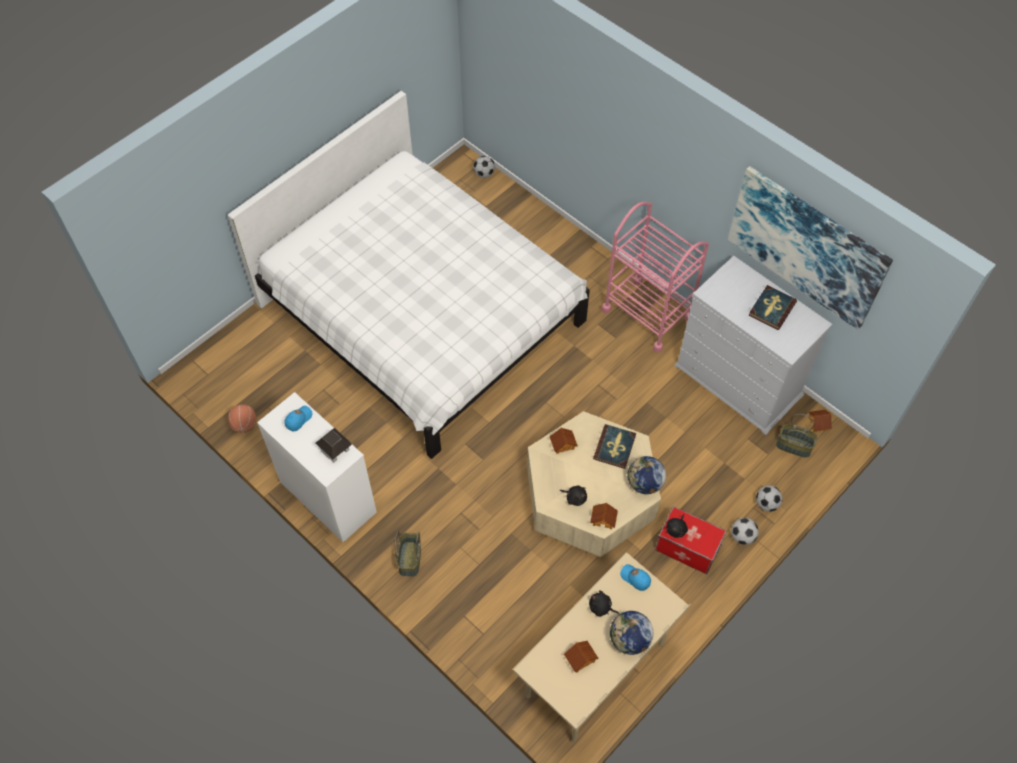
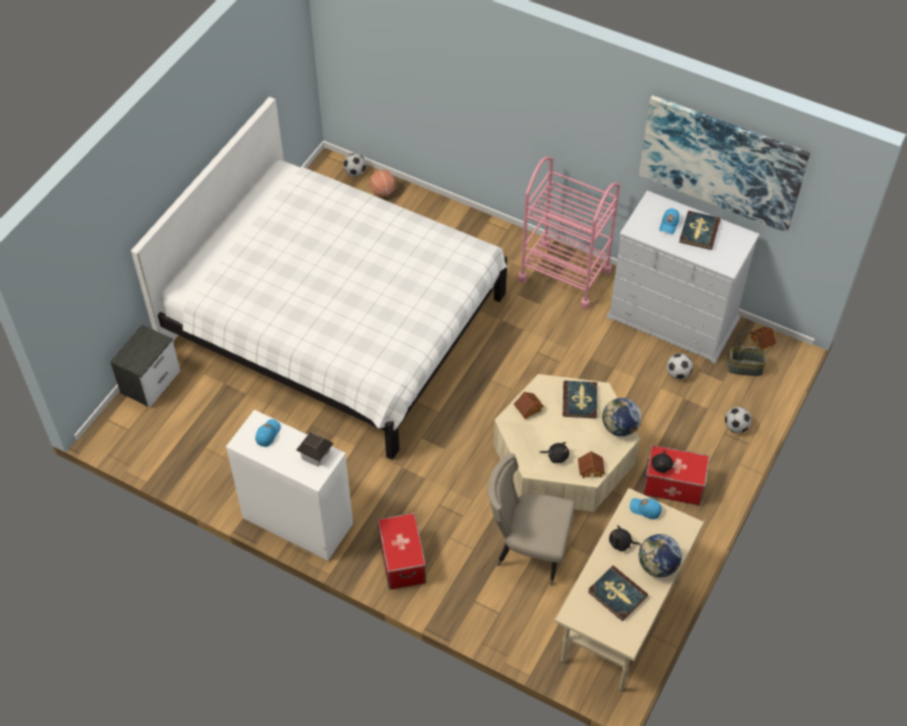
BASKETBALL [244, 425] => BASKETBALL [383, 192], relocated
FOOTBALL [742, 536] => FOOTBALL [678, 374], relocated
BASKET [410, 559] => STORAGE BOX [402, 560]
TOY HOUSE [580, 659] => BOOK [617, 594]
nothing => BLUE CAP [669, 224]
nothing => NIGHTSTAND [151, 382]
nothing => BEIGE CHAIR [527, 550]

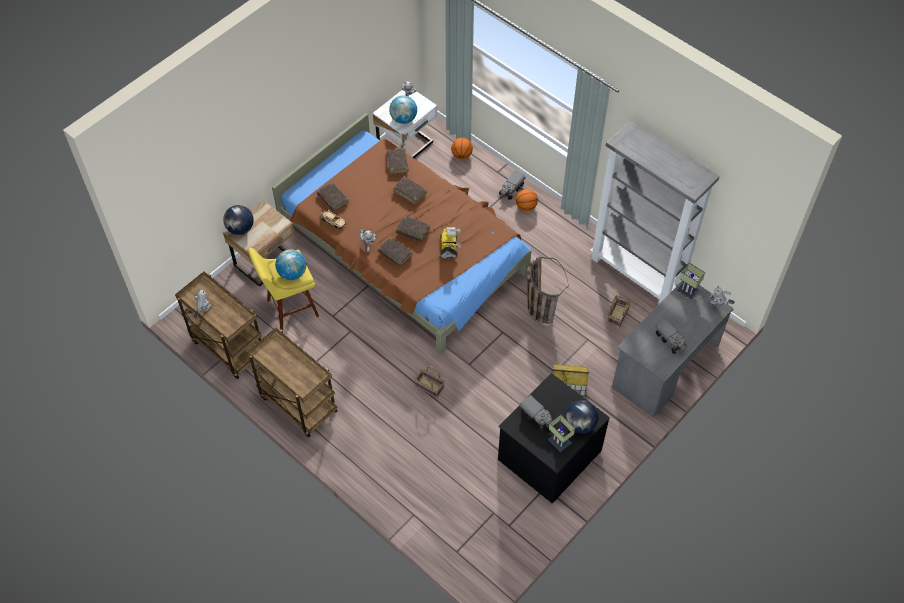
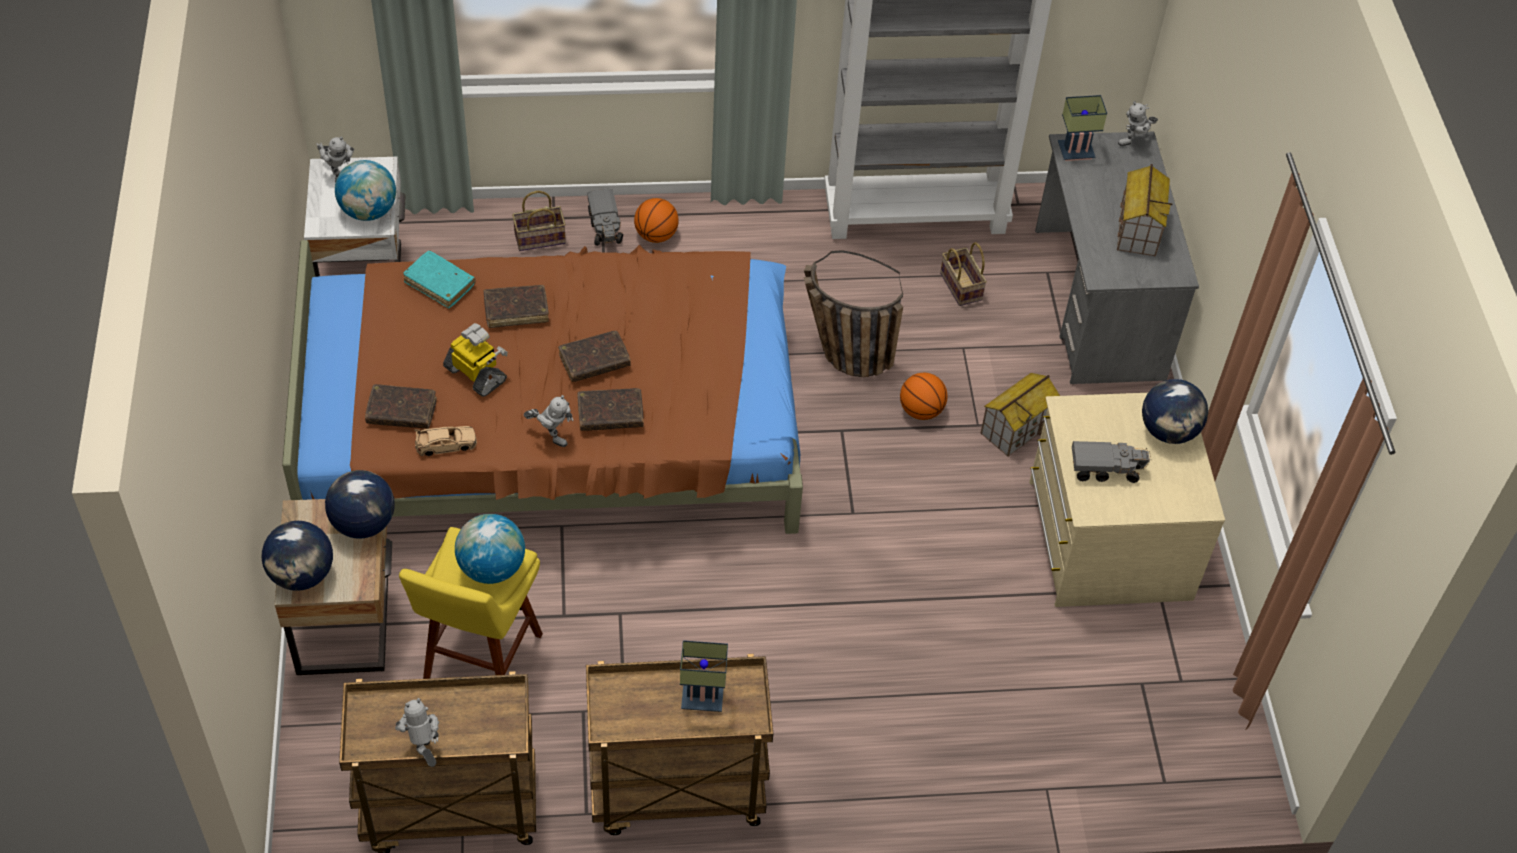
BASKETBALL [461, 155] => BASKETBALL [921, 411], relocated
BROWN BOOK [397, 163] => TURQUOISE BOOK [439, 284]
TOY ROBOT [449, 248] => TOY ROBOT [476, 374], relocated
TOY TRUCK [670, 340] => TOY HOUSE [1137, 229]
BASKET [428, 387] => BASKET [539, 239], relocated
BLACK DRESSER [548, 453] => BEIGE DRESSER [1106, 540]
TABLE LAMP [560, 442] => TABLE LAMP [704, 696], relocated
nothing => GLOBE [363, 523]

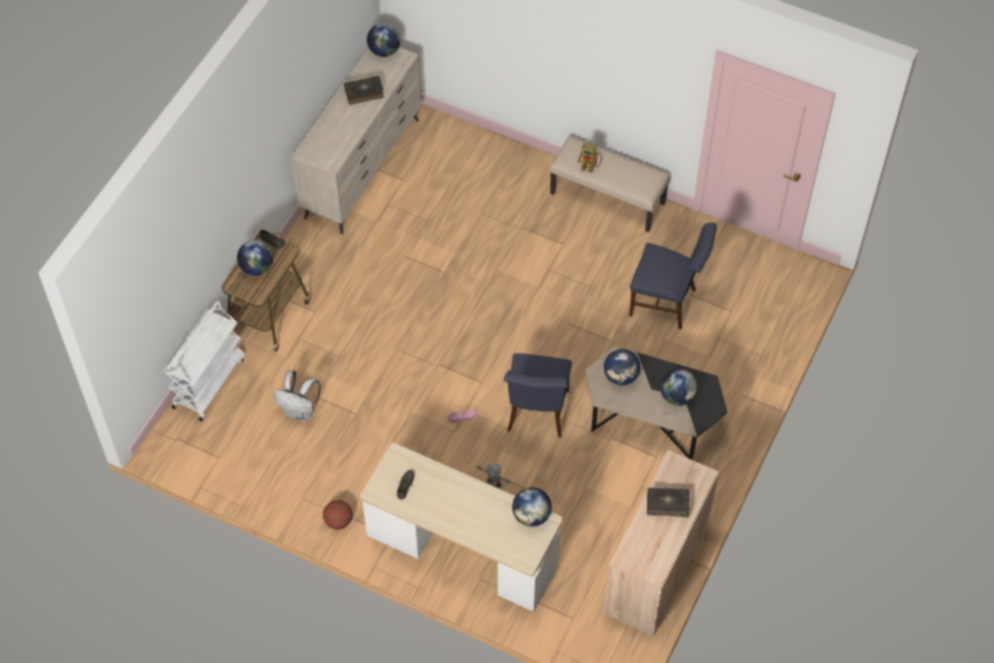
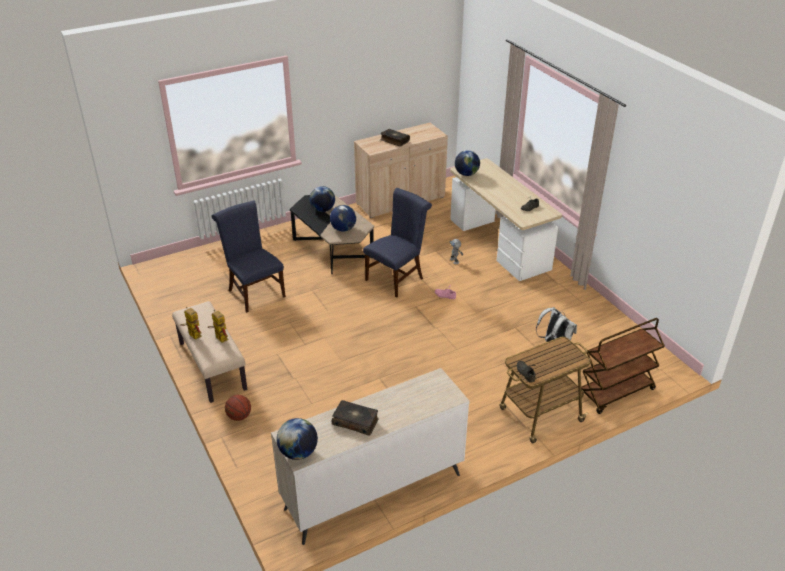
GLOBE [257, 268] => nothing
WHITE CART [209, 382] => BROWN CART [616, 393]
BASKETBALL [338, 521] => BASKETBALL [239, 416], relocated
nothing => TOY ROBOT [192, 334]

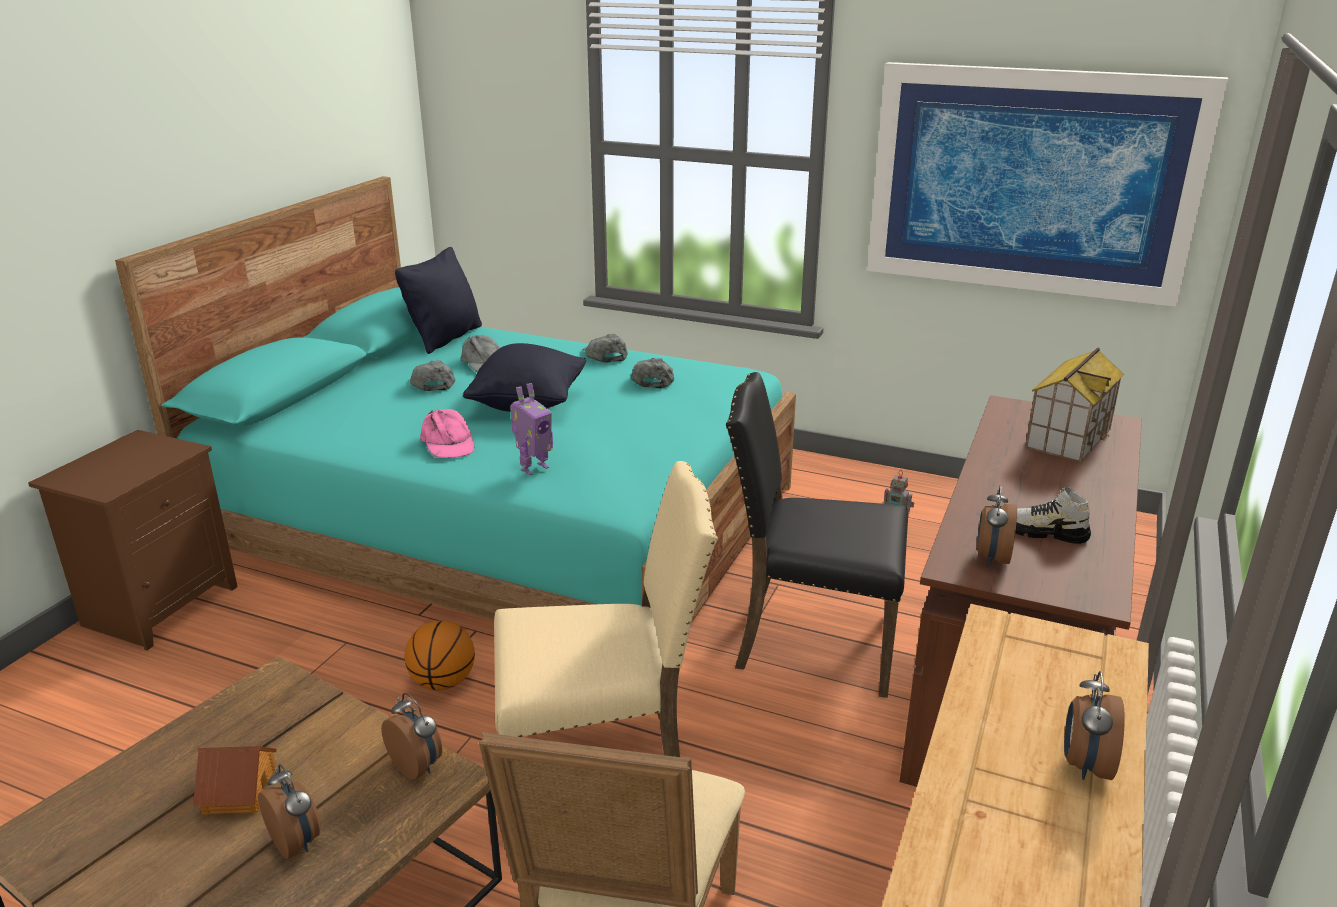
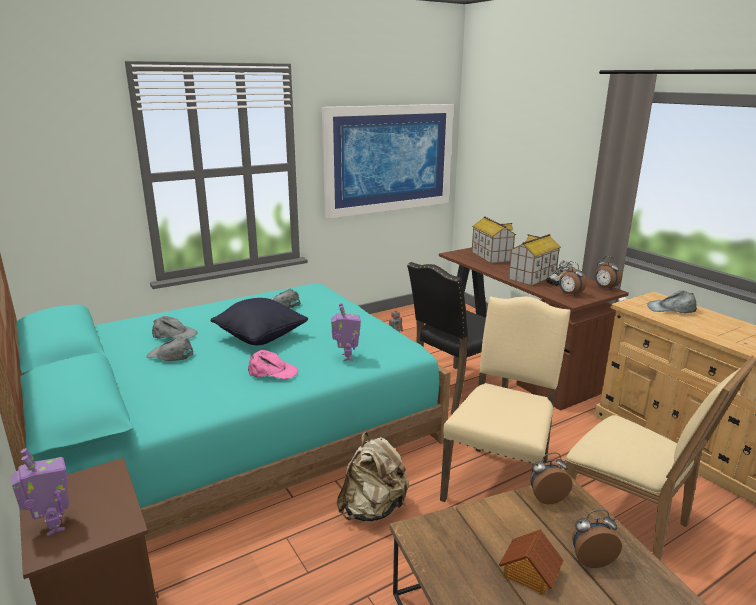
BLACK PILLOW [445, 338] => nothing
GREY CAP [604, 354] => GREY CAP [671, 309], relocated
BASKETBALL [443, 682] => BEIGE BACKPACK [373, 509]
ALARM CLOCK [1084, 765] => ALARM CLOCK [605, 288], relocated
nothing => TOY HOUSE [532, 277]
nothing => TOY ROBOT [52, 526]

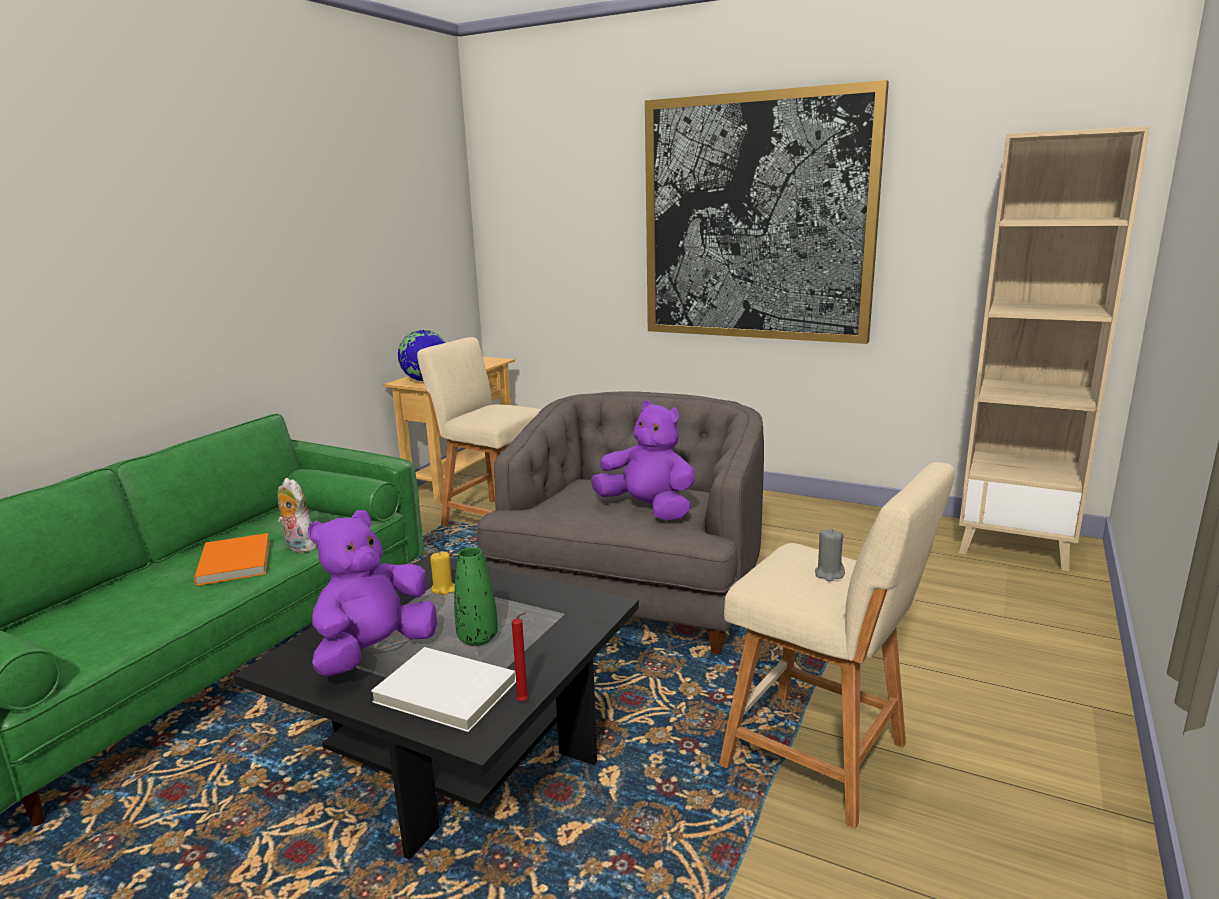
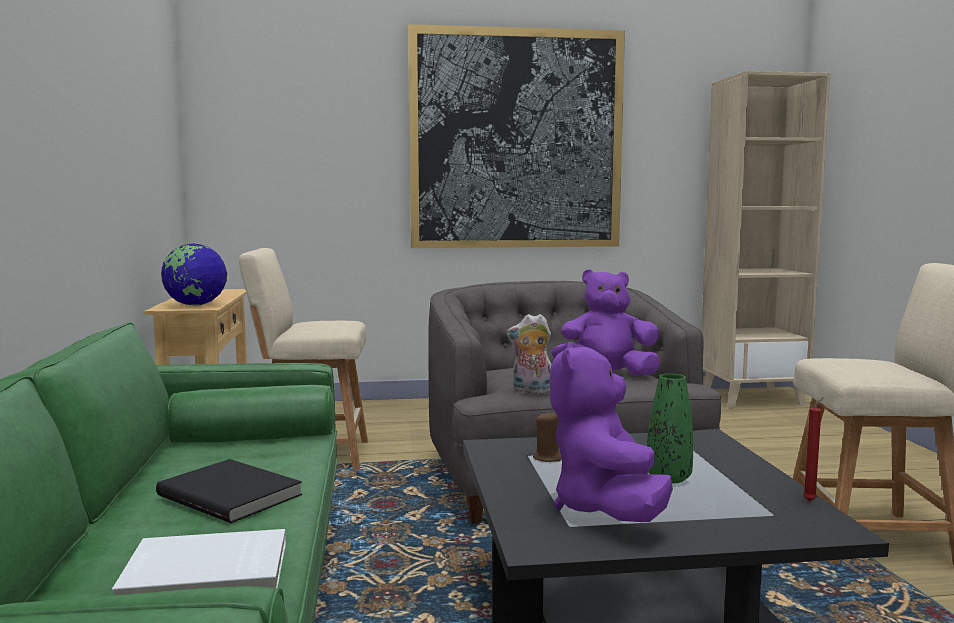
PLUSH TOY [298, 547] => PLUSH TOY [531, 391], relocated
GREY CANDLE [829, 574] => nothing
ORANGE BOOK [237, 562] => BLACK BOOK [232, 494]
YELLOW CANDLE [444, 589] => BROWN CANDLE [548, 458]
WHITE BOOK [444, 693] => WHITE BOOK [206, 574], relocated

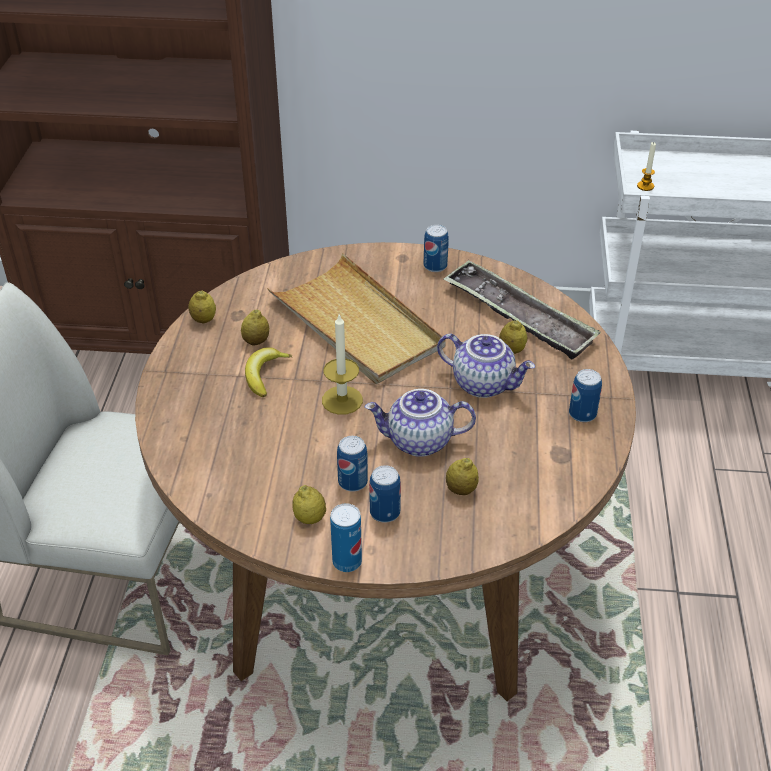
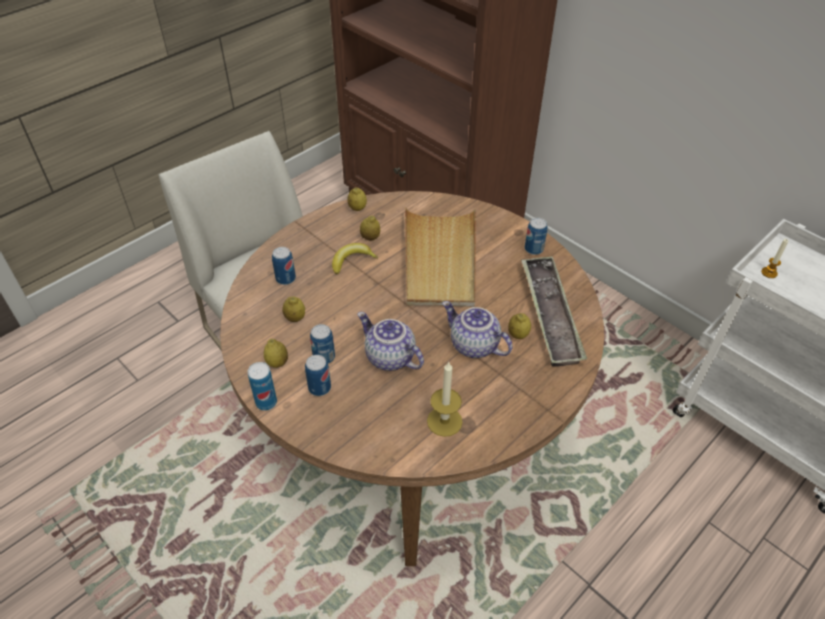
CANDLE [342, 400] => CANDLE [444, 421], relocated
TEAPOT [484, 383] => TEAPOT [473, 346], 150 degrees clockwise
CAN [582, 414] => CAN [285, 279], relocated
LEMON [461, 490] => LEMON [295, 318], relocated

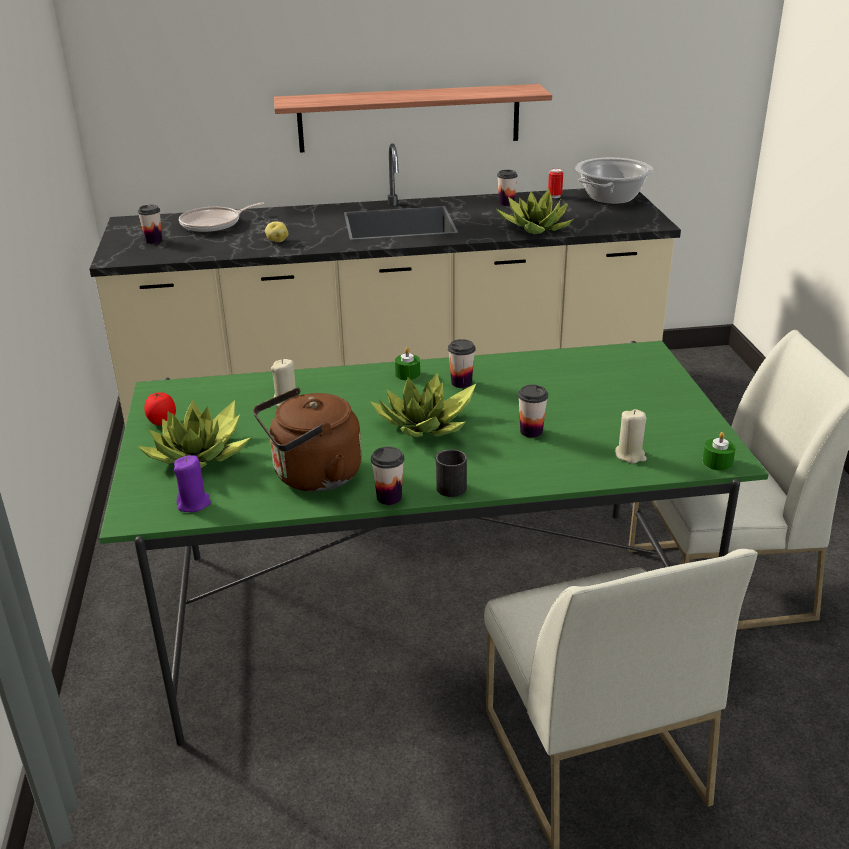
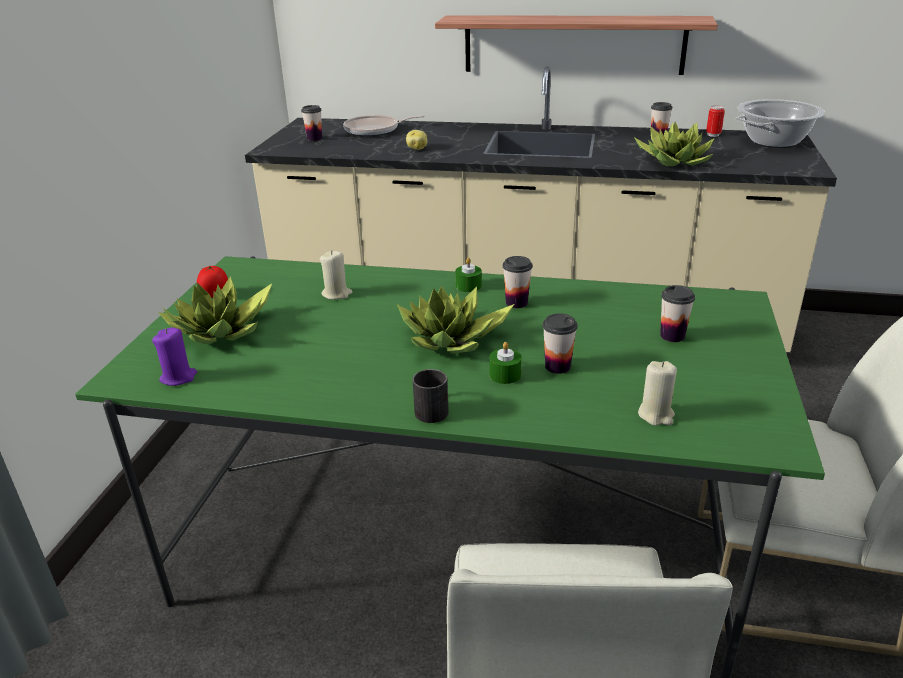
BROWN KETTLE [312, 477] => nothing
GREEN CANDLE [717, 462] => GREEN CANDLE [505, 374], relocated
CUP [389, 497] => CUP [672, 336], relocated

